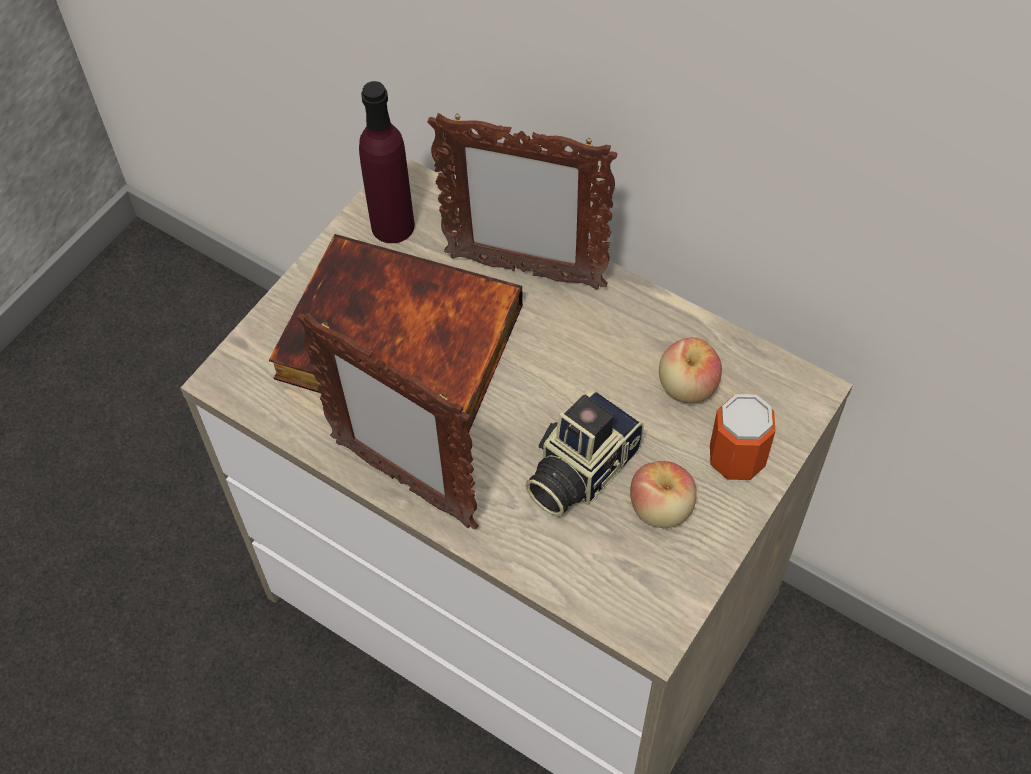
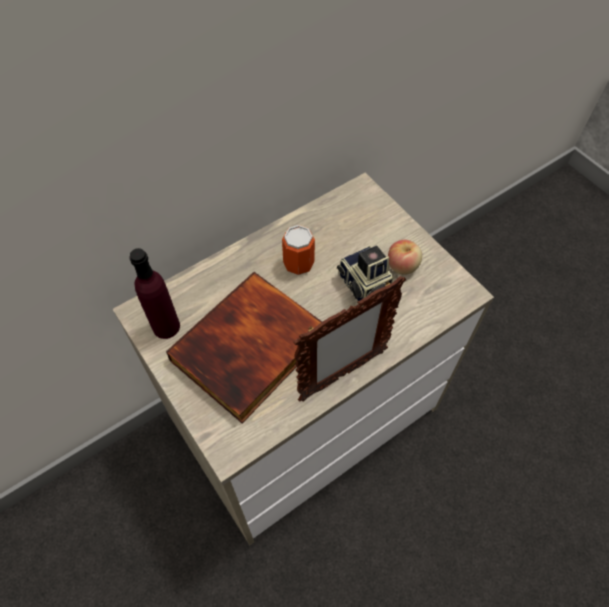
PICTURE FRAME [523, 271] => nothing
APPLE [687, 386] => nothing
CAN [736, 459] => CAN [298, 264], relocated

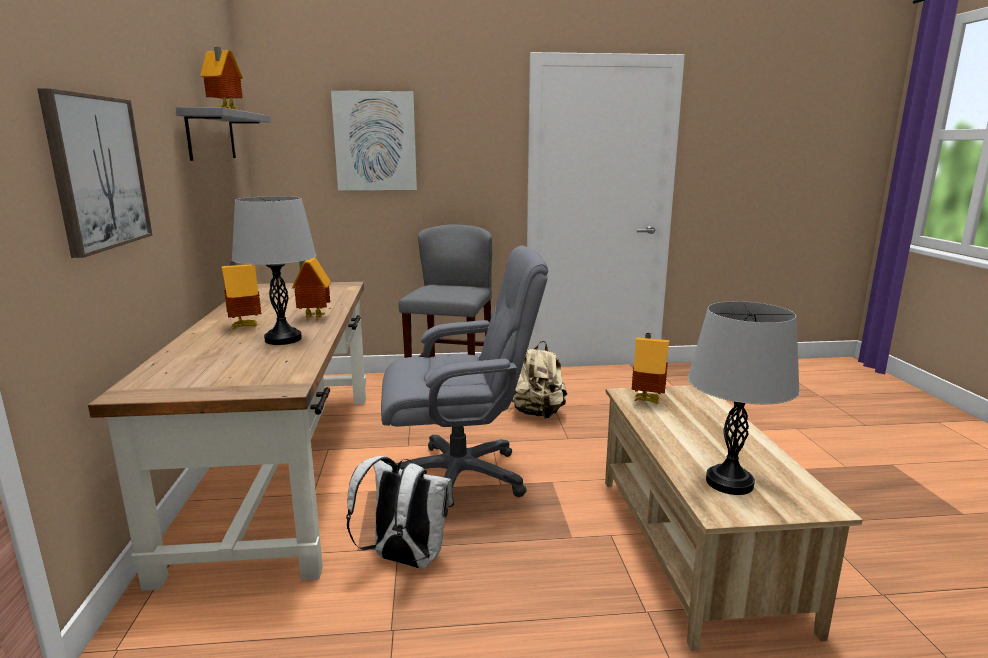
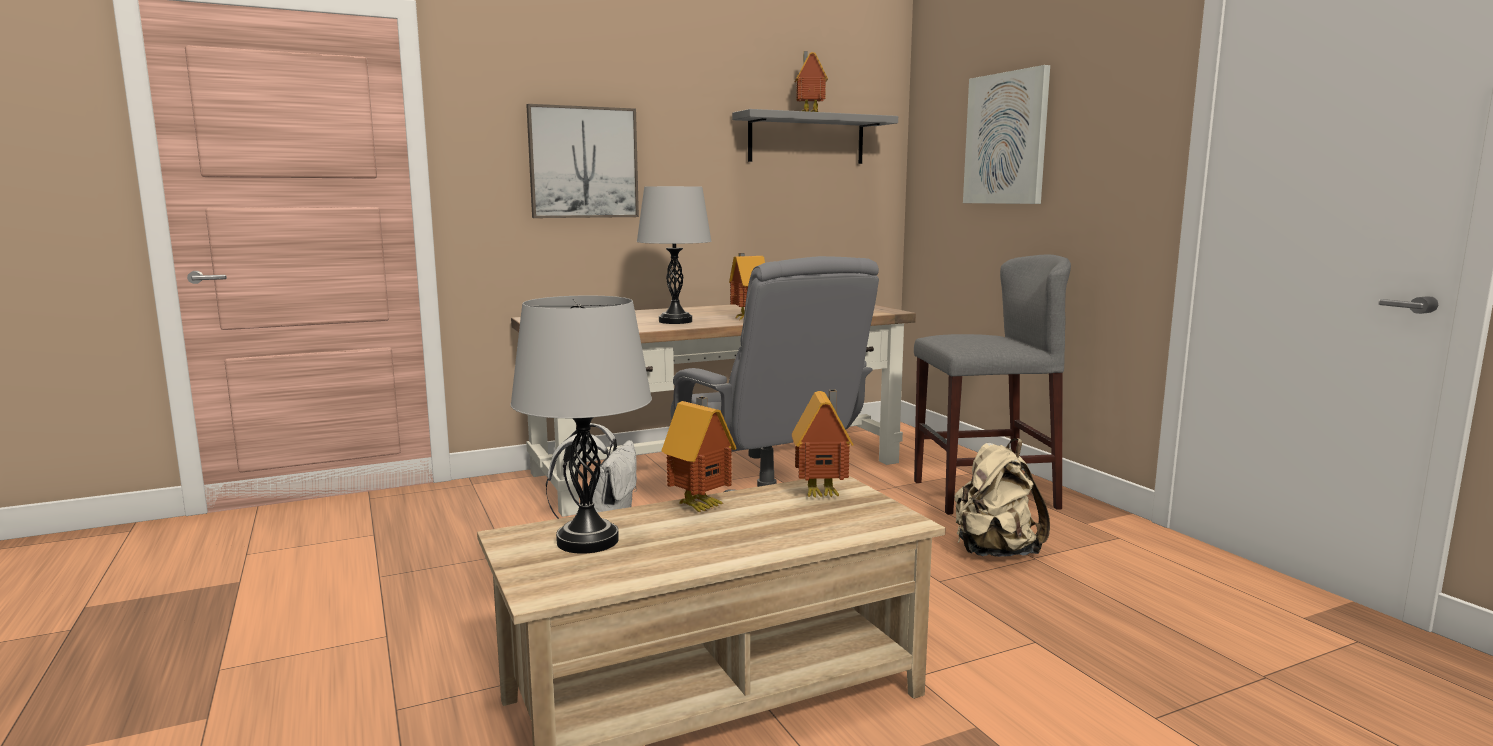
TOY HOUSE [245, 326] => TOY HOUSE [701, 506], relocated

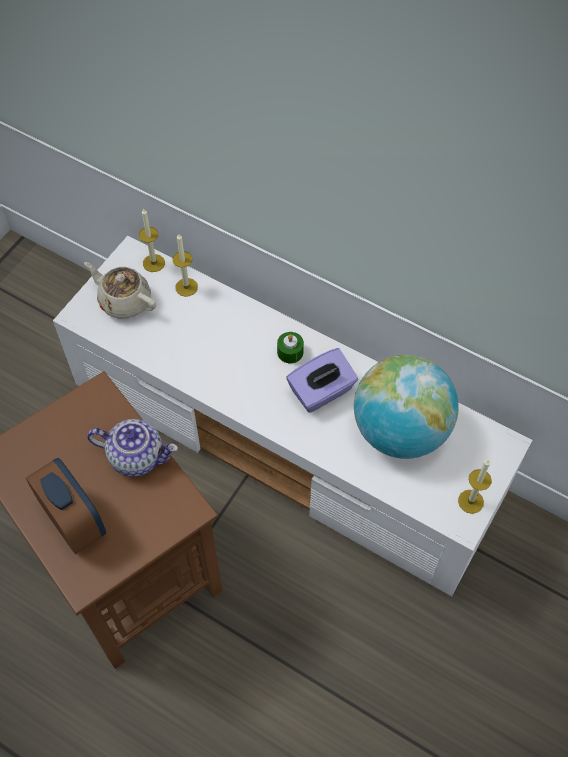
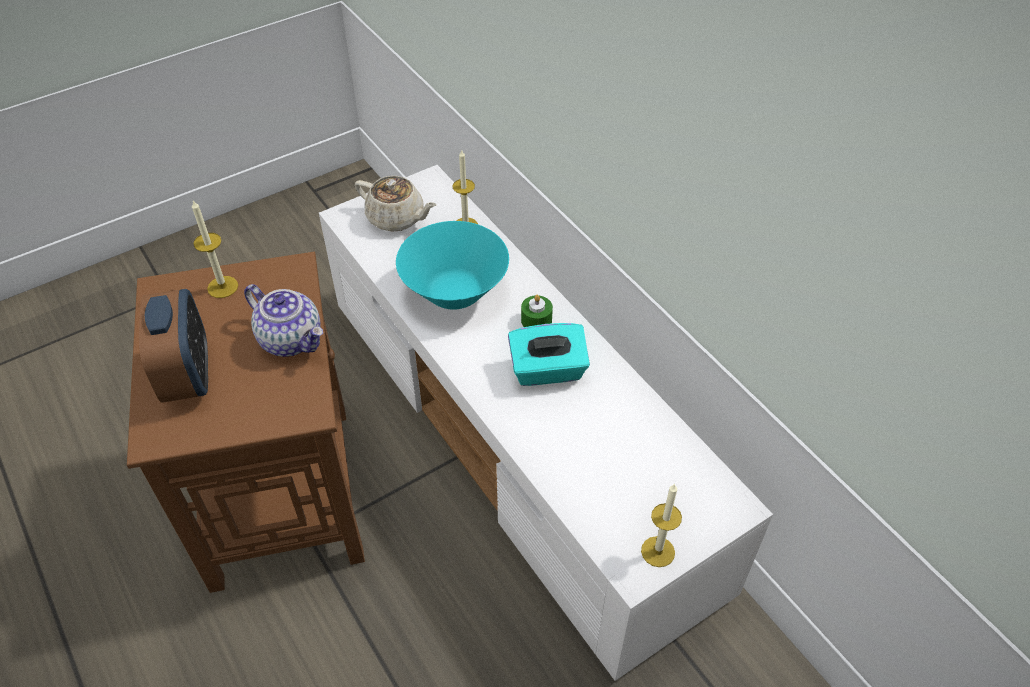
CANDLE [153, 263] => CANDLE [222, 287], relocated
BEIGE TEAPOT [124, 301] => BEIGE TEAPOT [397, 218], 150 degrees clockwise
PURPLE TISSUE BOX [321, 392] => TURQUOISE TISSUE BOX [548, 371]
GLOBE [400, 430] => nothing
nothing => TURQUOISE BOWL [454, 292]

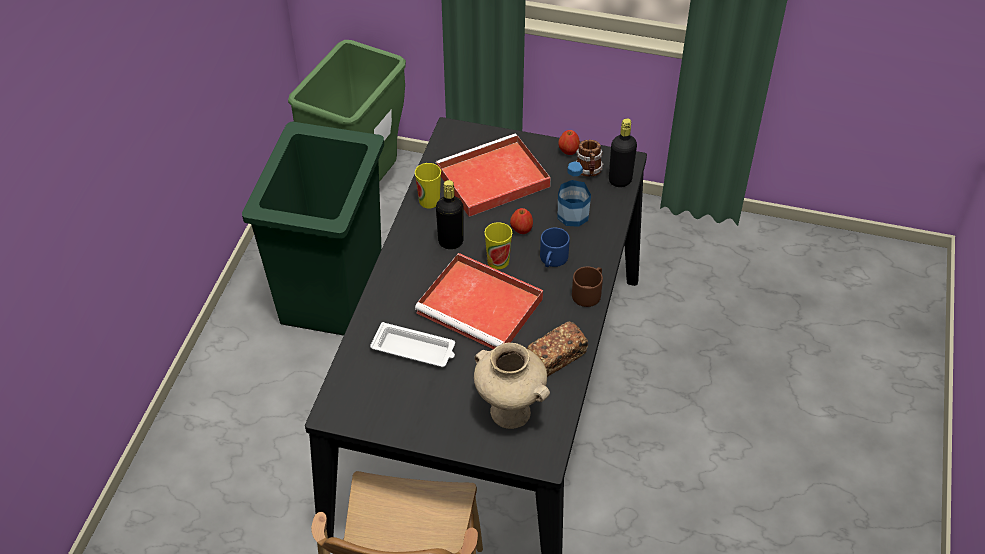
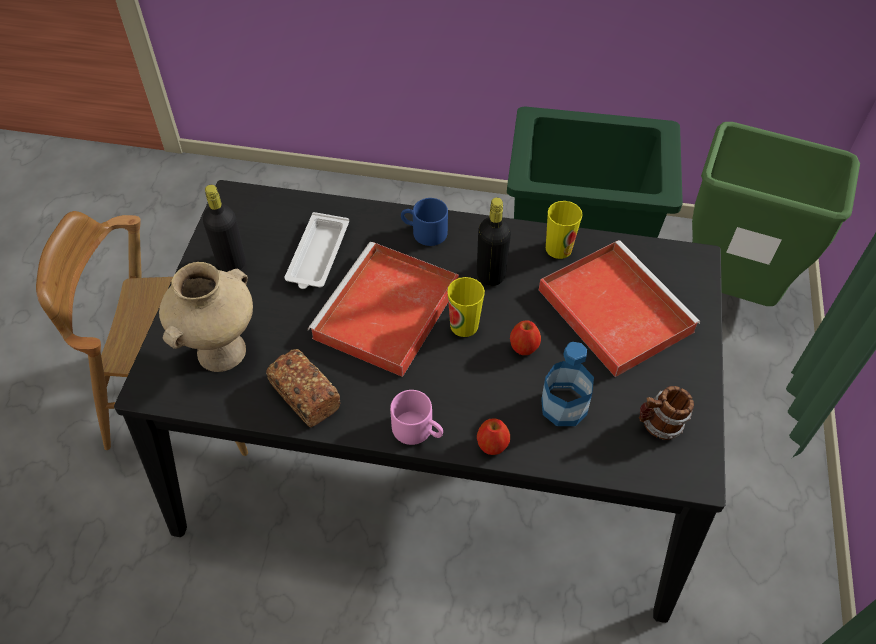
BLACK BOTTLE [620, 180] => BLACK BOTTLE [231, 262], relocated
APPLE [568, 151] => APPLE [492, 445], relocated
BLUE MUG [553, 260] => BLUE MUG [424, 232], relocated
BROWN MUG [588, 292] => PINK MUG [418, 430]

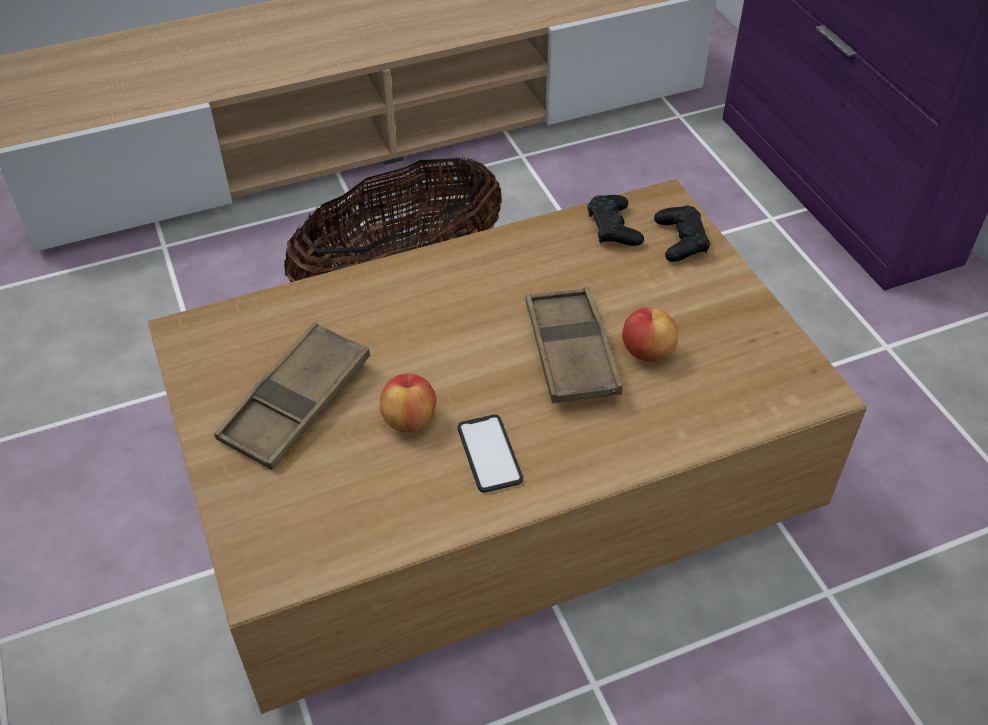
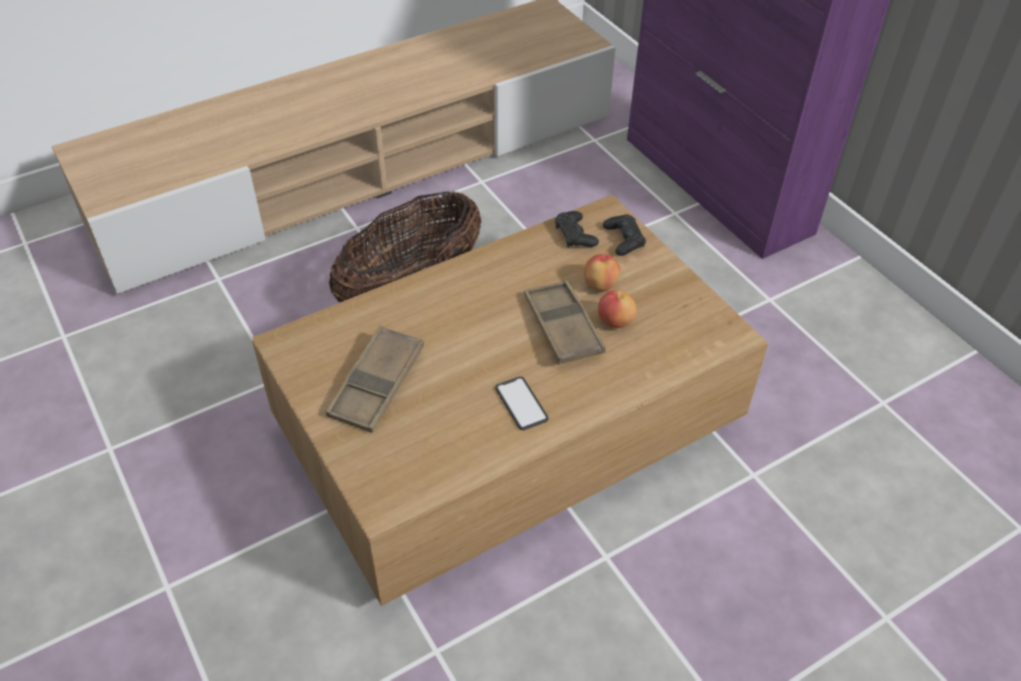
APPLE [409, 419] => APPLE [600, 285], relocated

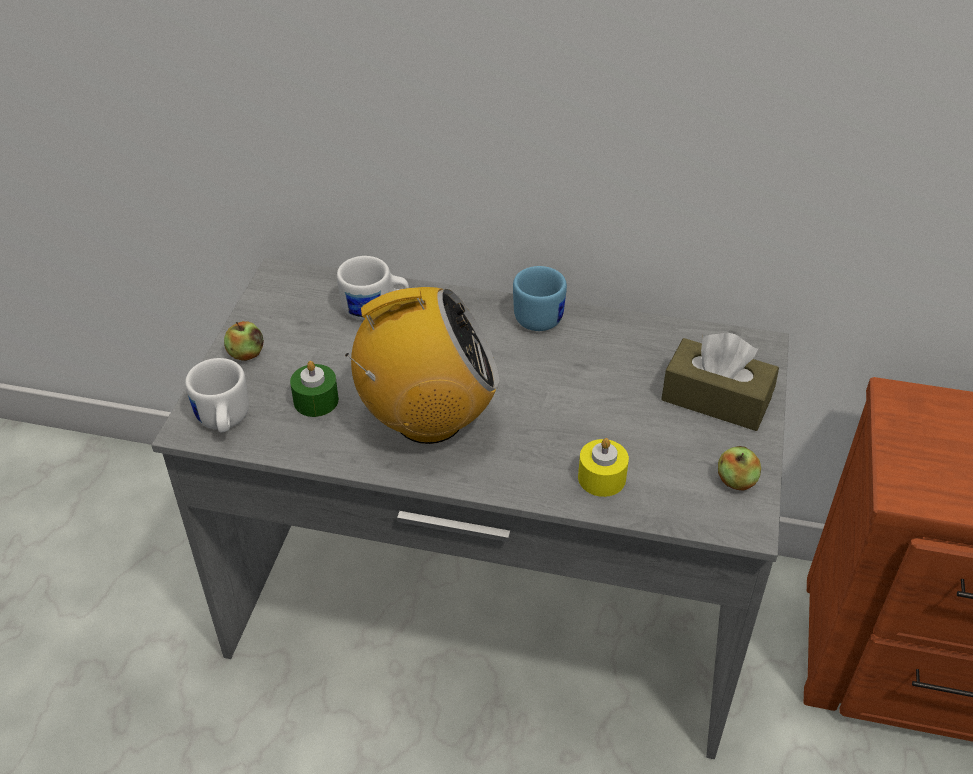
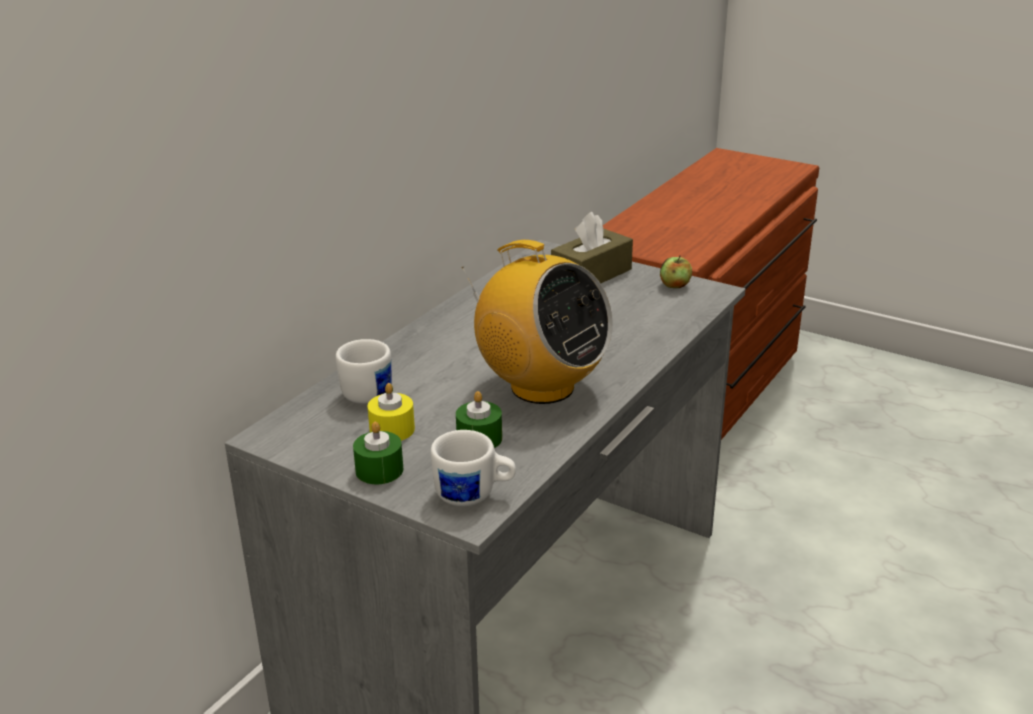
BLUE MUG [539, 313] => nothing
RADIO [428, 419] => RADIO [541, 387], 120 degrees clockwise
APPLE [246, 354] => GREEN CANDLE [379, 470]
YELLOW CANDLE [601, 478] => YELLOW CANDLE [392, 429], relocated

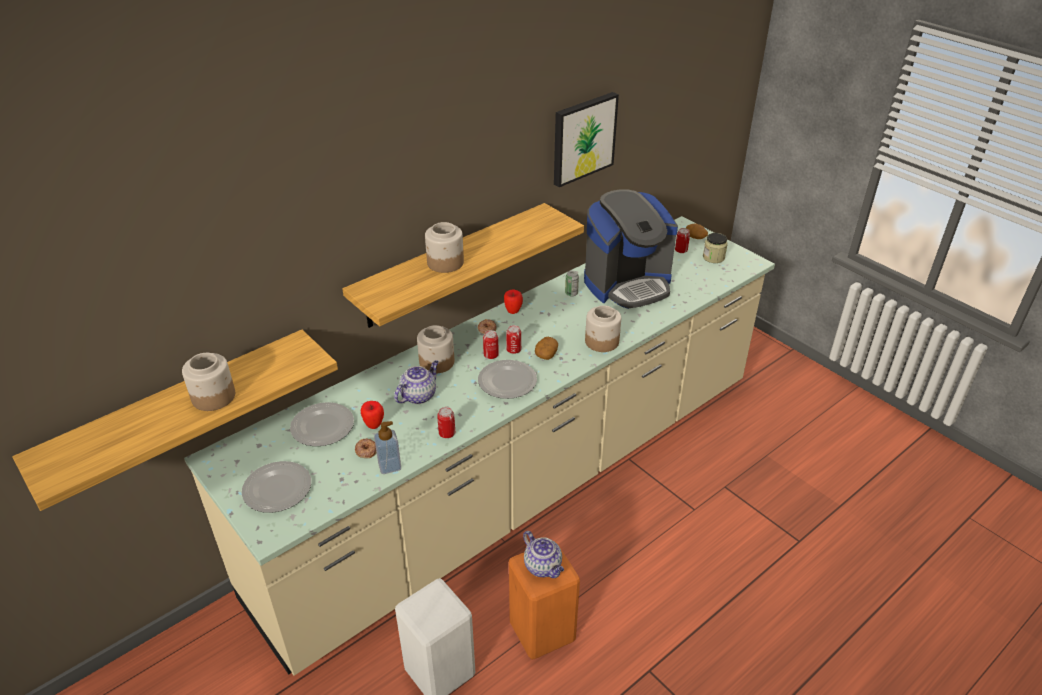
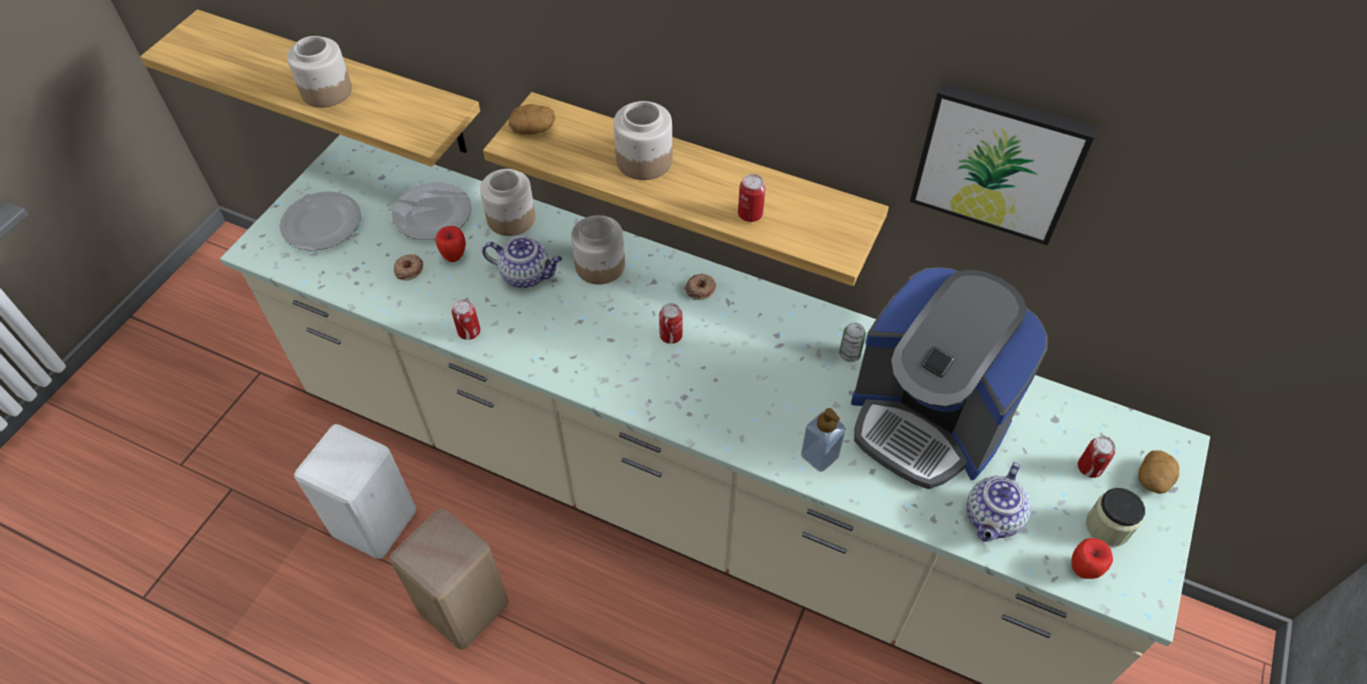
APPLE [513, 311] => APPLE [1083, 569], relocated
JAR [602, 342] => JAR [510, 218], relocated
CAN [491, 355] => CAN [750, 214], relocated
POTATO [546, 354] => POTATO [533, 128], relocated
PLATE [508, 381] => nothing
SOAP DISPENSER [389, 466] => SOAP DISPENSER [819, 456], relocated
TEAPOT [543, 567] => TEAPOT [992, 519], relocated
ORANGE STOOL [544, 632] => BEIGE STOOL [464, 610]

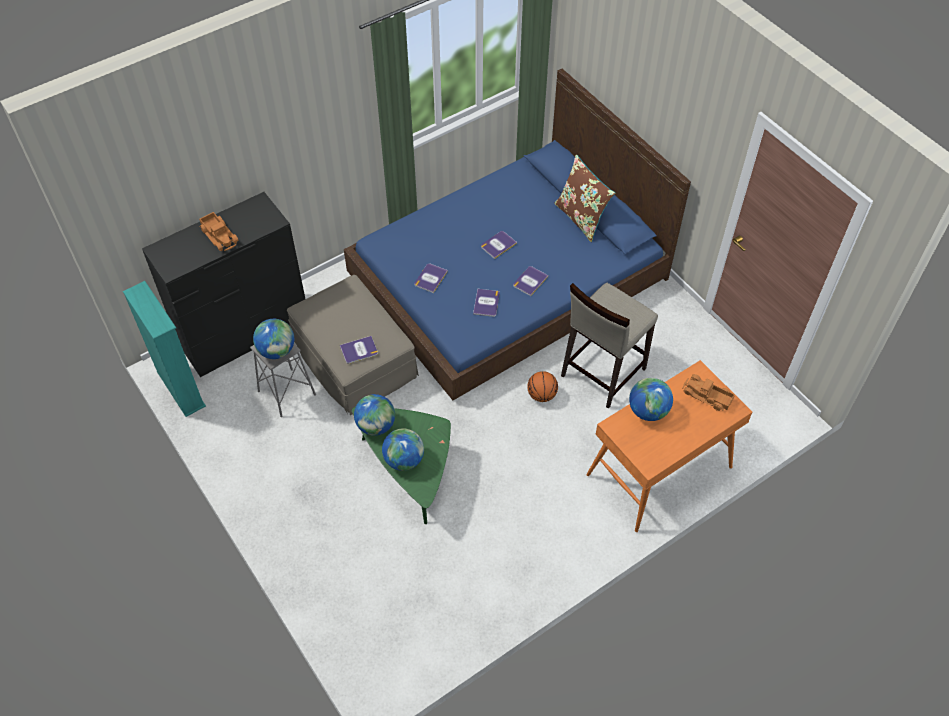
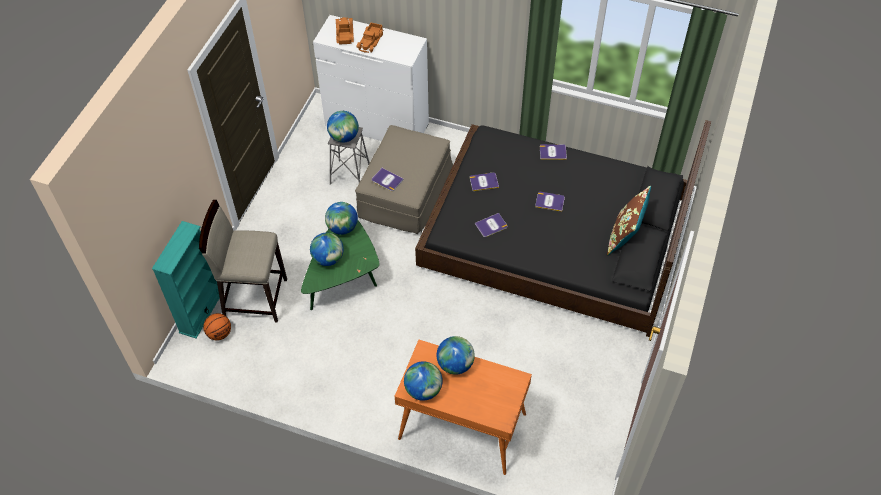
BLUE BED [508, 277] => BLACK BED [554, 235]
BLACK DRESSER [245, 333] => WHITE DRESSER [377, 125]
BOOK [530, 281] => BOOK [553, 152], relocated
TURQUOISE BOOKCASE [181, 389] => TURQUOISE BOOKCASE [200, 312], relocated
BEIGE STOOL [602, 372] => BEIGE STOOL [254, 297], relocated
BASKETBALL [542, 395] => BASKETBALL [219, 333], relocated
TOY TRUCK [707, 396] => TOY TRUCK [344, 34], relocated
nothing => GLOBE [423, 390]

